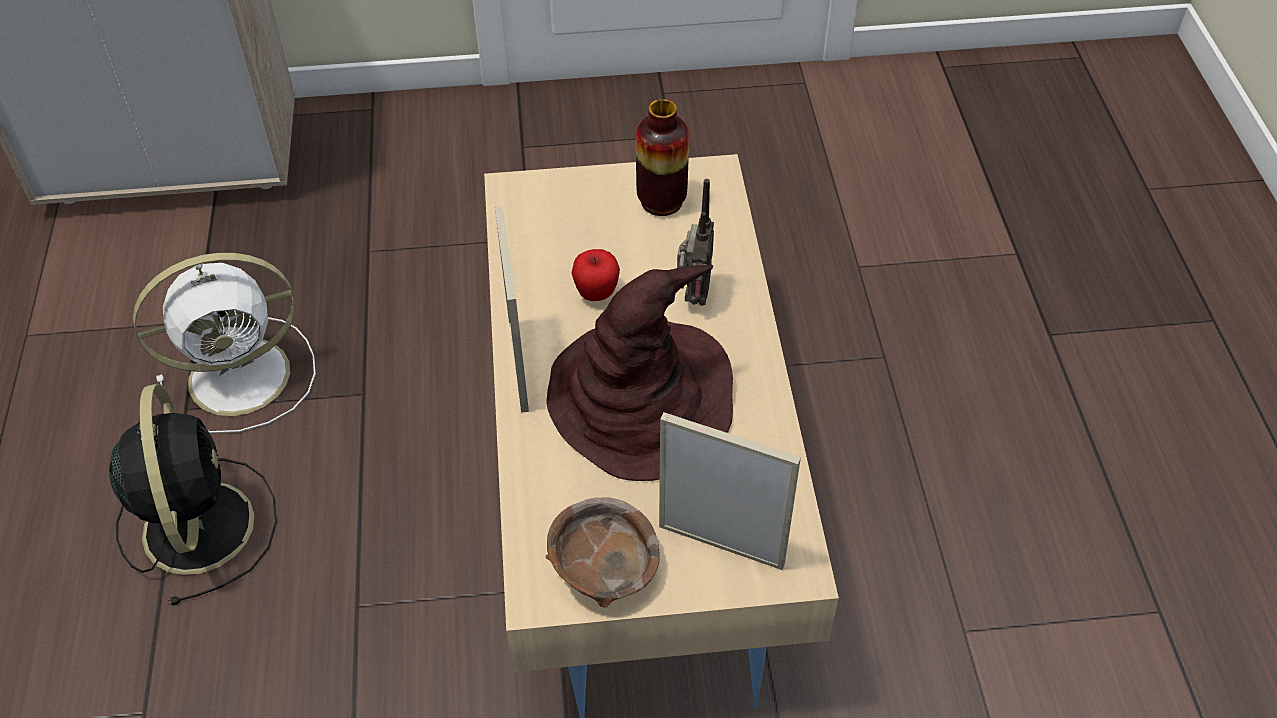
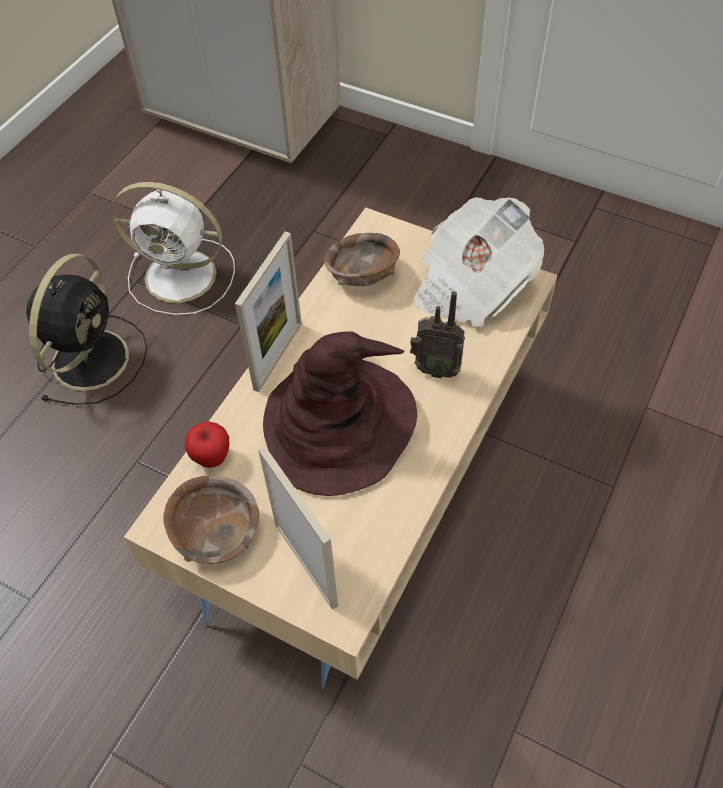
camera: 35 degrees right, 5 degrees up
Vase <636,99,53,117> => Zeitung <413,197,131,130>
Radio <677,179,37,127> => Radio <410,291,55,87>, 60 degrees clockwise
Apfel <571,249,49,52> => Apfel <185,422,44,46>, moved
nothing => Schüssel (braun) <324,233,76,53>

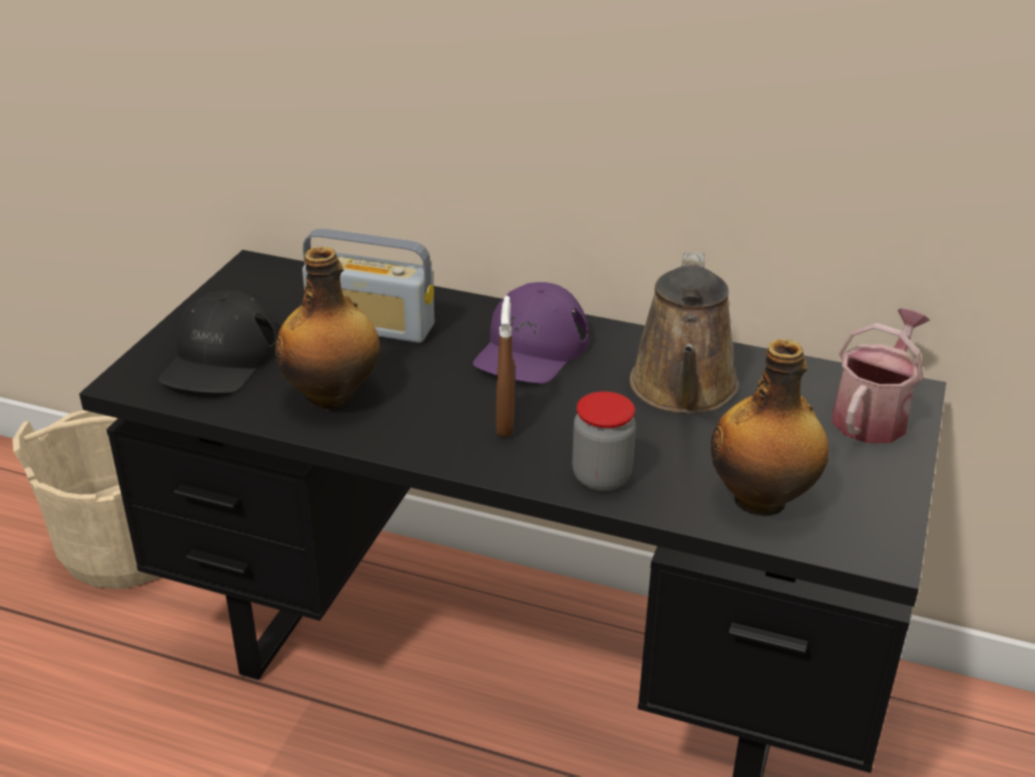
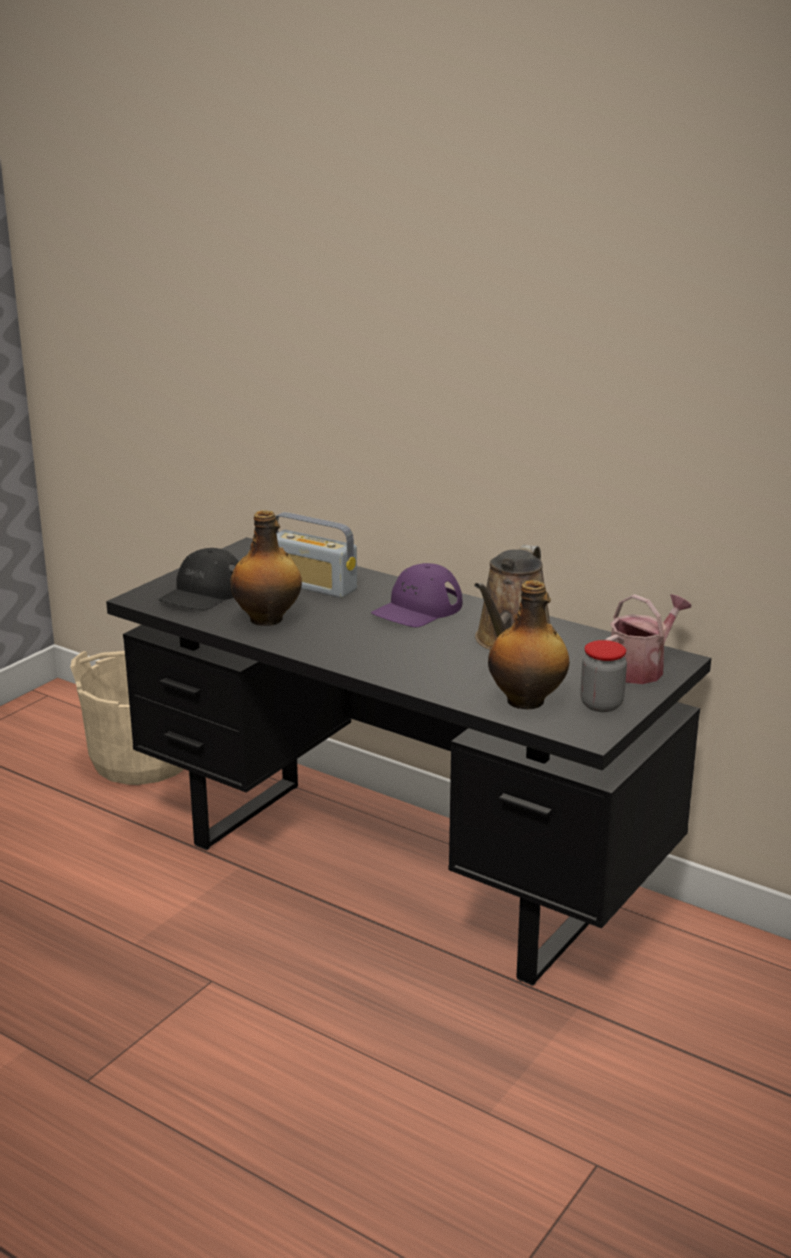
camera: 15 degrees right, 10 degrees down
Sprühflasche (braun) <496,296,19,141> => nothing
Vorratsglas <572,392,64,99> => Vorratsglas <580,640,47,72>, moved

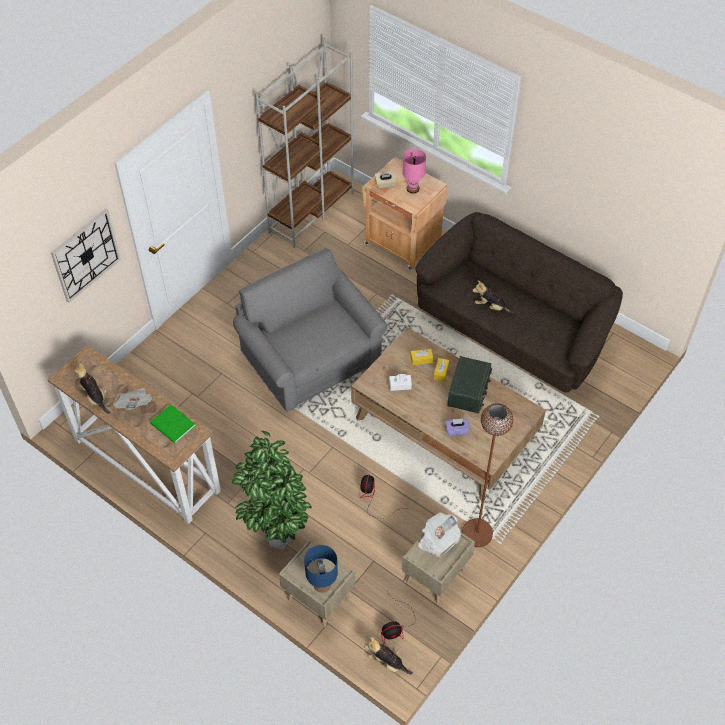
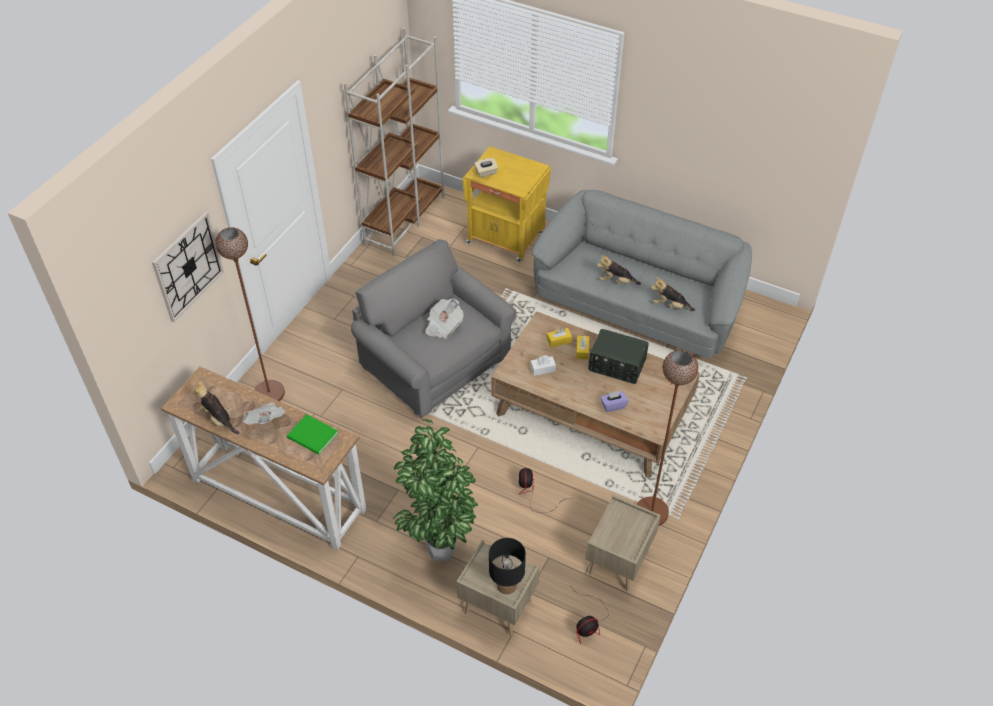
camera: 10 degrees left, 5 degrees down
Tischlampe (rosa) <402,149,24,44> => nothing
Rollwagen (braun) <362,157,86,114> => Rollwagen (gelb) <462,146,89,118>
Sofa (braun) <415,212,208,181> => Sofa (grau) <532,190,220,168>
Radio <447,356,45,58> => Radio <588,329,61,55>, 105 degrees clockwise
Zeitung <418,513,43,44> => Zeitung <425,299,39,40>, moved
Tischlampe (blau) <304,545,34,48> => Tischlampe (schwarz) <489,538,37,56>
Plüschtier <364,637,49,37> => Plüschtier <651,277,44,34>, moved
nothing => Stehlampe (braun) <215,227,70,174>

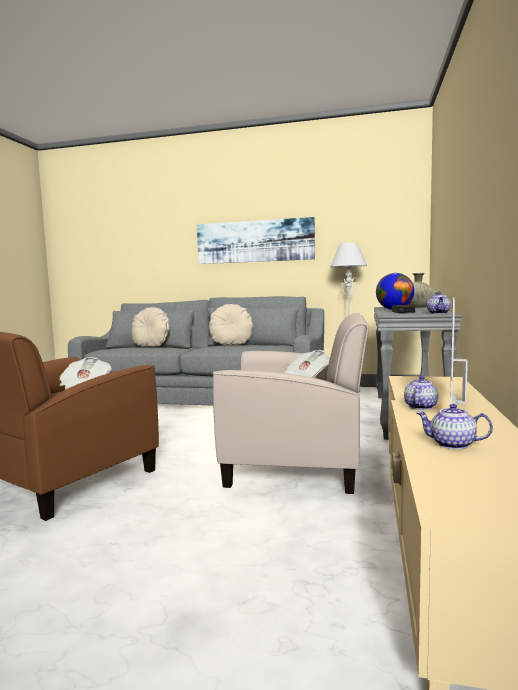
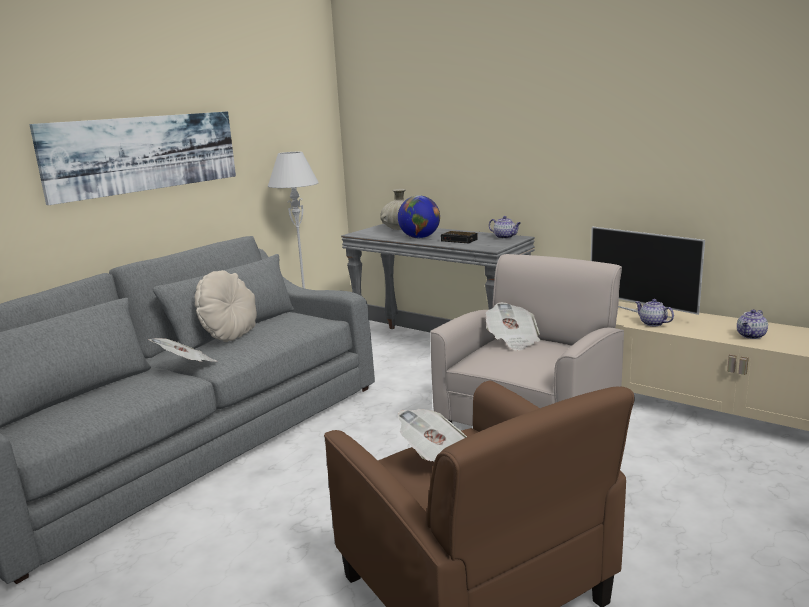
camera: 65 degrees left, 10 degrees up
Kissen (beige) <131,307,39,40> => nothing
nothing => Zeitung <148,338,69,24>

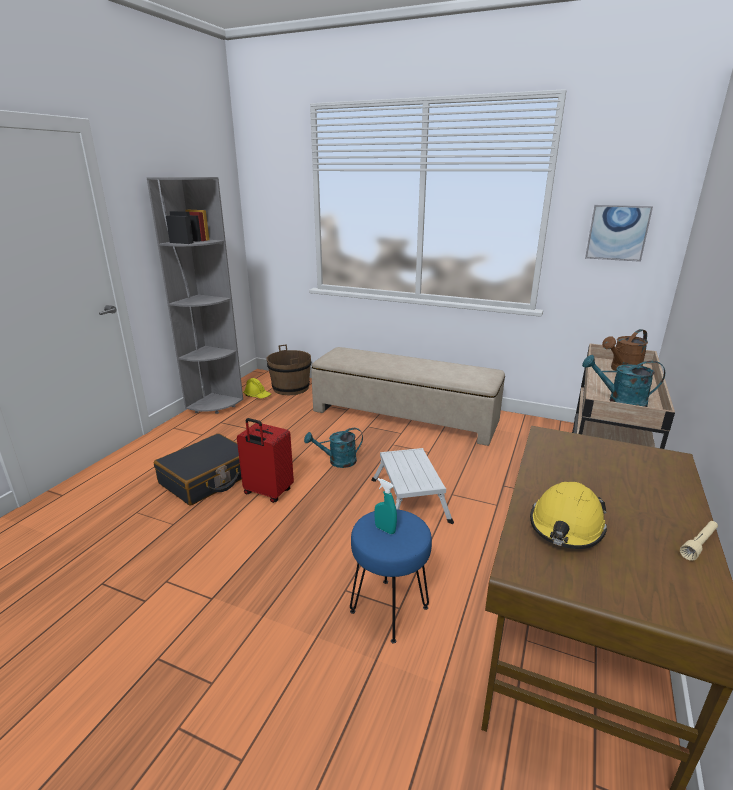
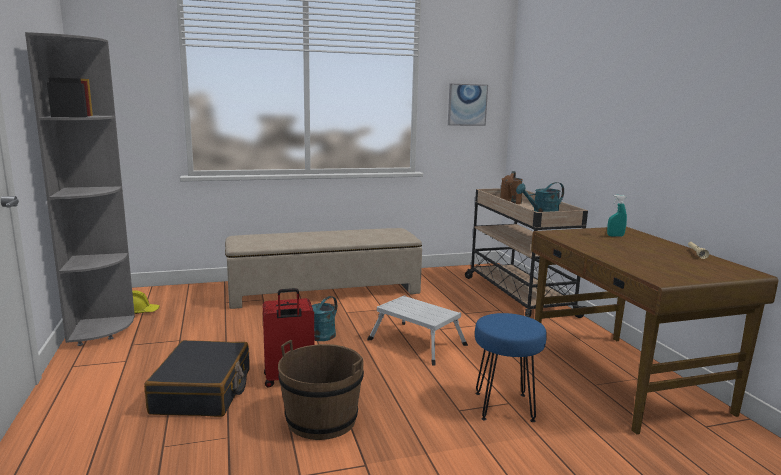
camera: 40 degrees left, 10 degrees down
Eimer (braun) <266,344,45,51> => Eimer (braun) <278,340,86,100>, moved
Sprühflasche (türkis) <374,478,23,56> => Sprühflasche (türkis) <607,195,20,42>, moved
Schutzhelm (gelb) <530,482,77,67> => nothing

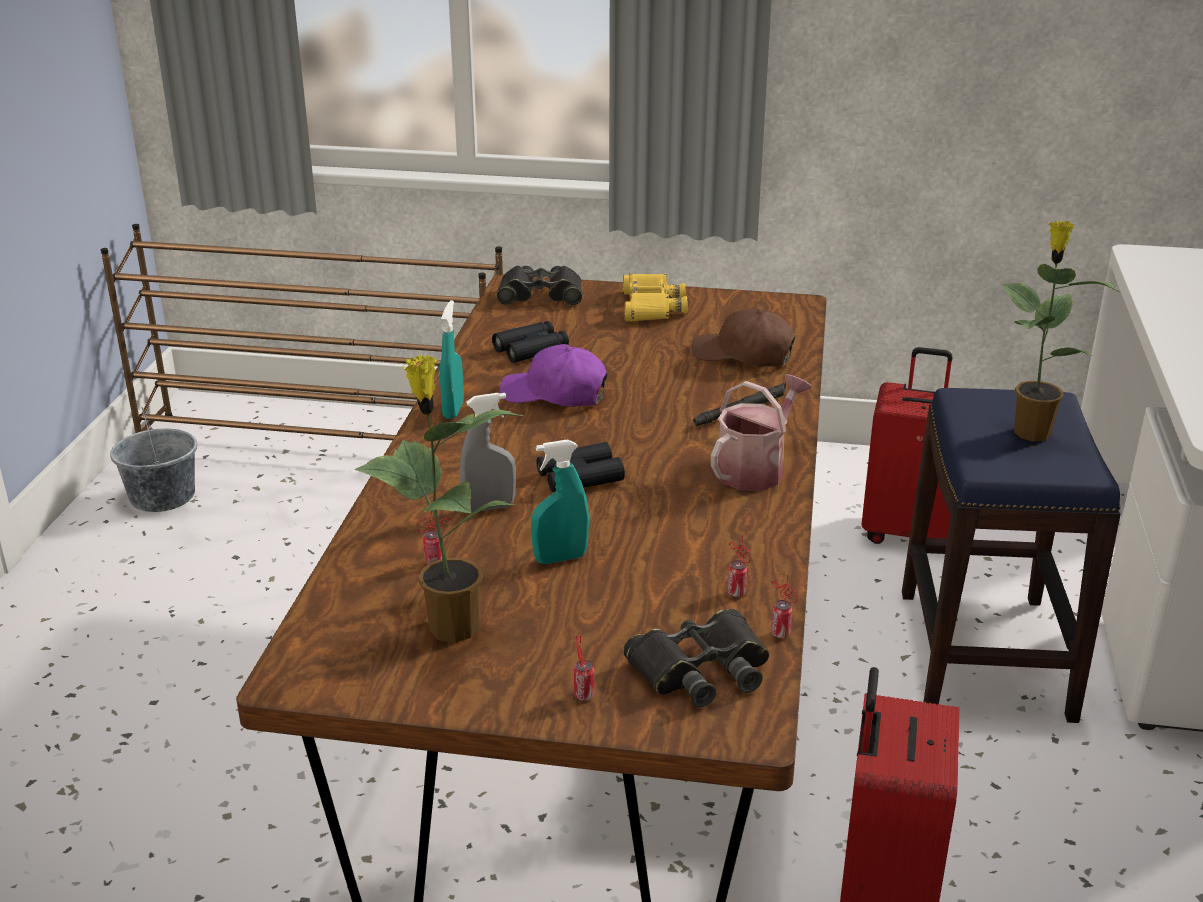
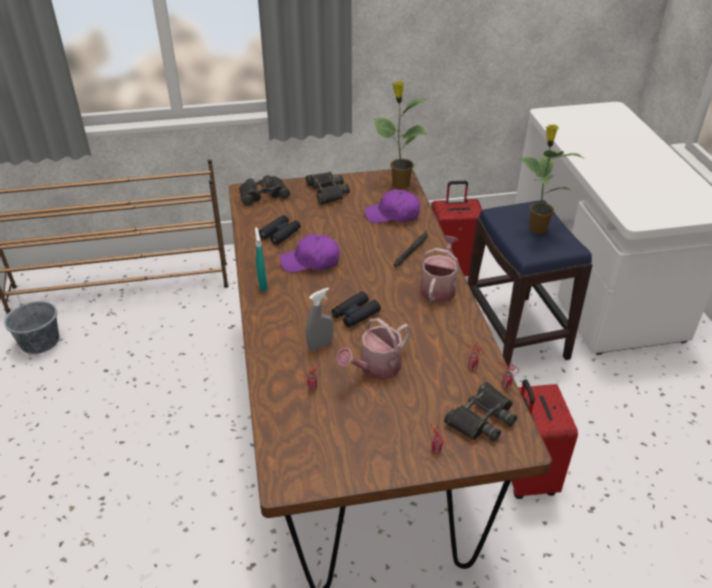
camera: 20 degrees left, 10 degrees up
Fernglas (gelb) <623,273,64,49> => Fernglas (schwarz) <306,172,44,33>
Kappe (braun) <692,308,103,59> => Kappe (lila) <365,189,55,34>
Topfpflanze <355,355,170,288> => Topfpflanze <373,81,55,108>, moved
Sprühflasche (türkis) <531,439,58,125> => Gießkanne <336,318,75,62>

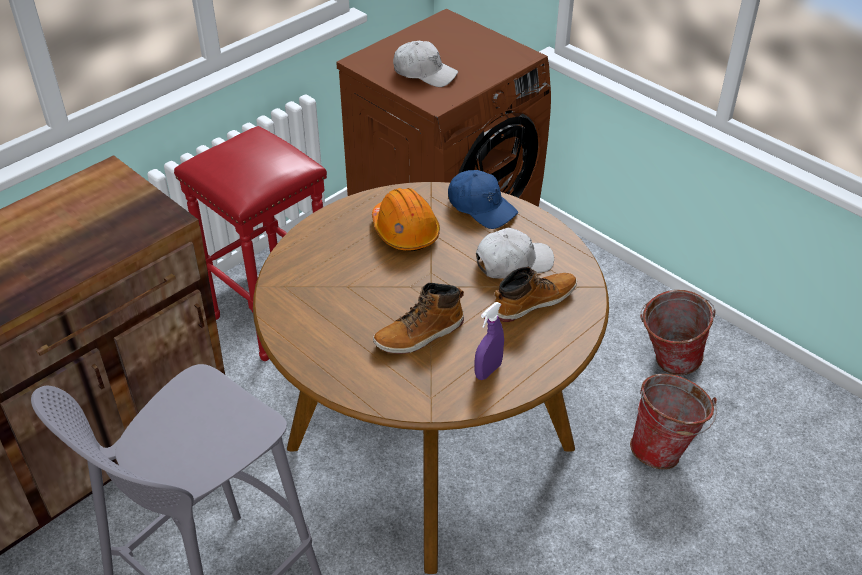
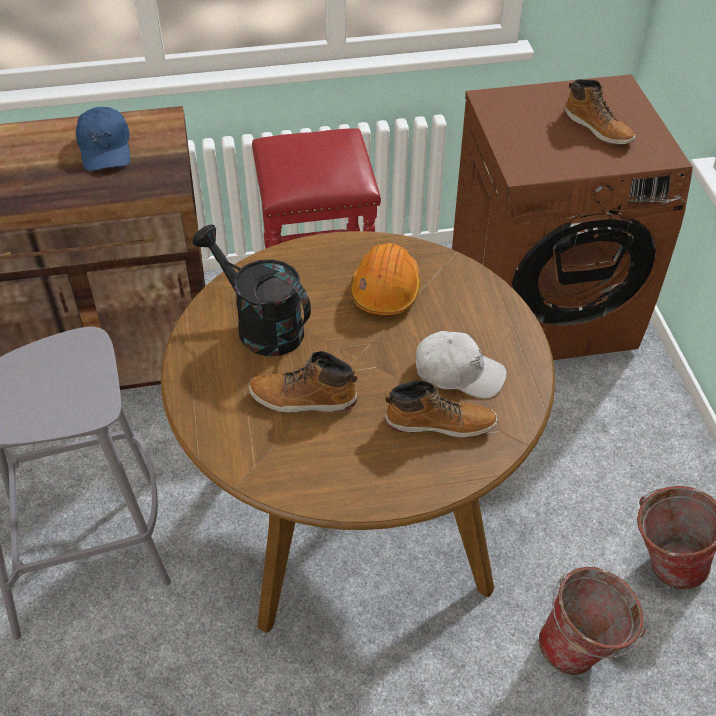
camera: 35 degrees right, 5 degrees up
Kappe (weiß) <393,41,65,46> => nothing
Kappe (blau) <448,170,70,59> => Kappe (blau) <76,107,54,64>, moved
Sprühflasche (lila) <474,302,30,78> => nothing
nothing => Stiefel <564,79,71,66>
nothing => Gießkanne (schwarz) <192,225,119,131>

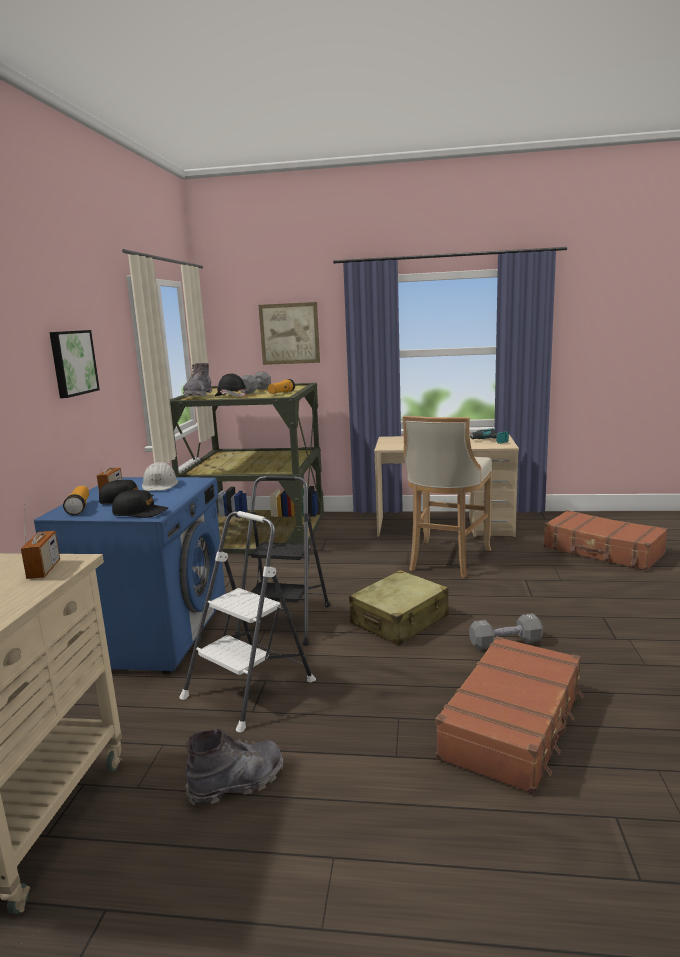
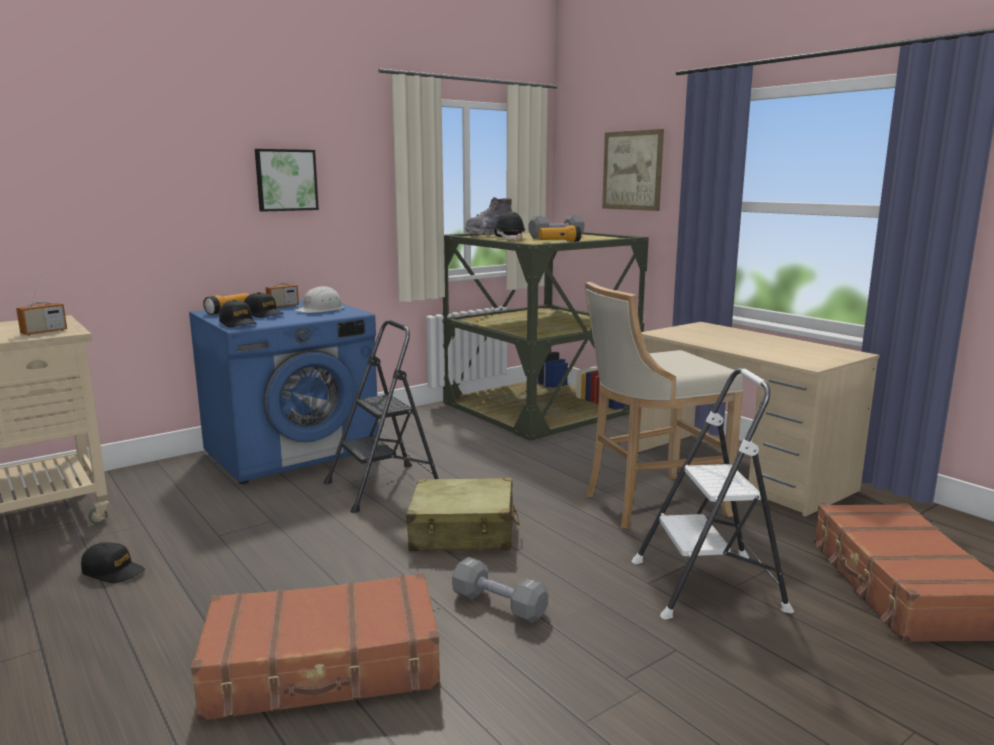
camera: 45 degrees right, 0 degrees up
Bohrmaschine <470,428,39,16> => nothing
Trittleiter (weiß) <179,511,137,221> => Trittleiter (weiß) <632,368,162,252>, moved
Stiefel (grau) <186,729,98,76> => Kappe (schwarz) <81,542,64,41>

